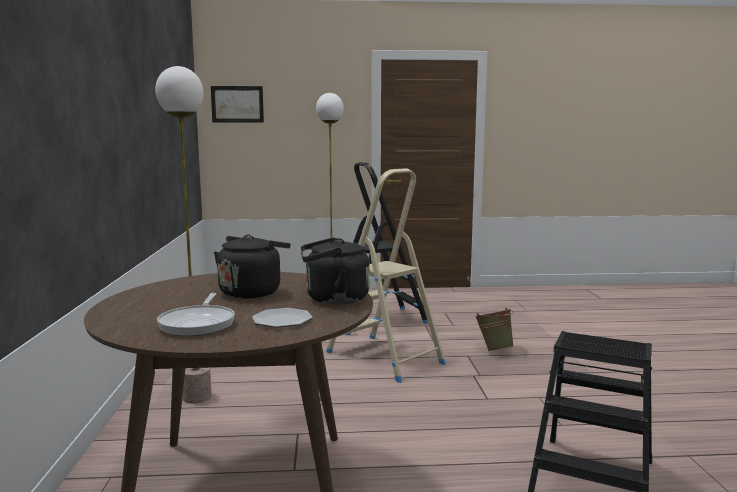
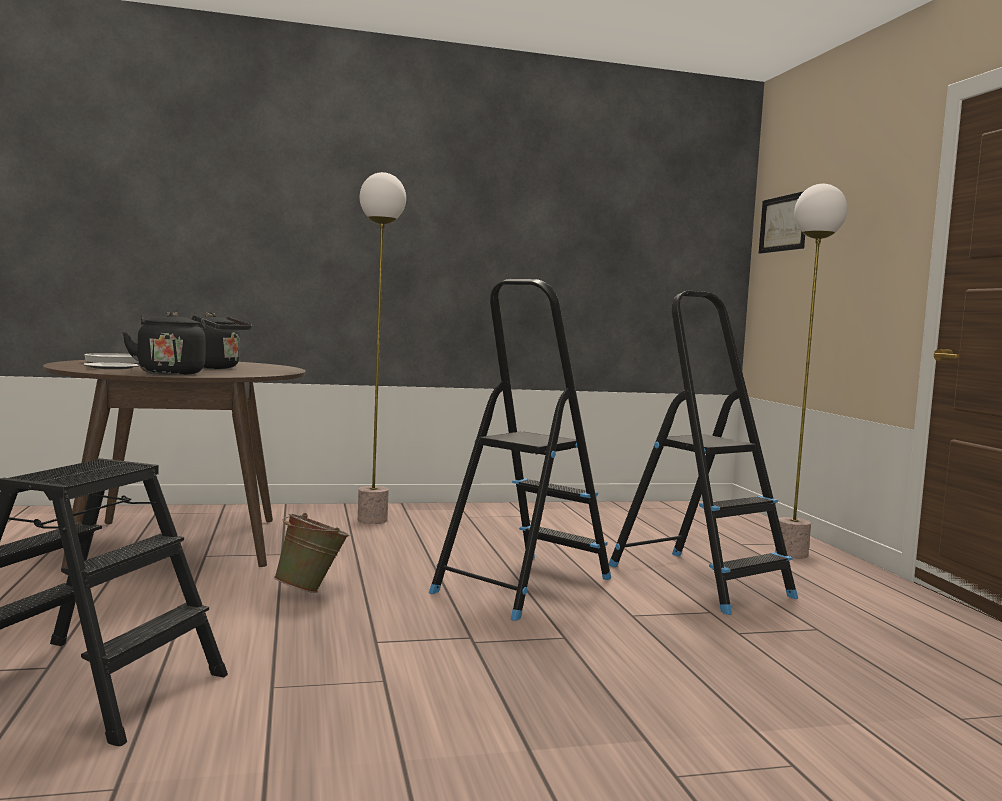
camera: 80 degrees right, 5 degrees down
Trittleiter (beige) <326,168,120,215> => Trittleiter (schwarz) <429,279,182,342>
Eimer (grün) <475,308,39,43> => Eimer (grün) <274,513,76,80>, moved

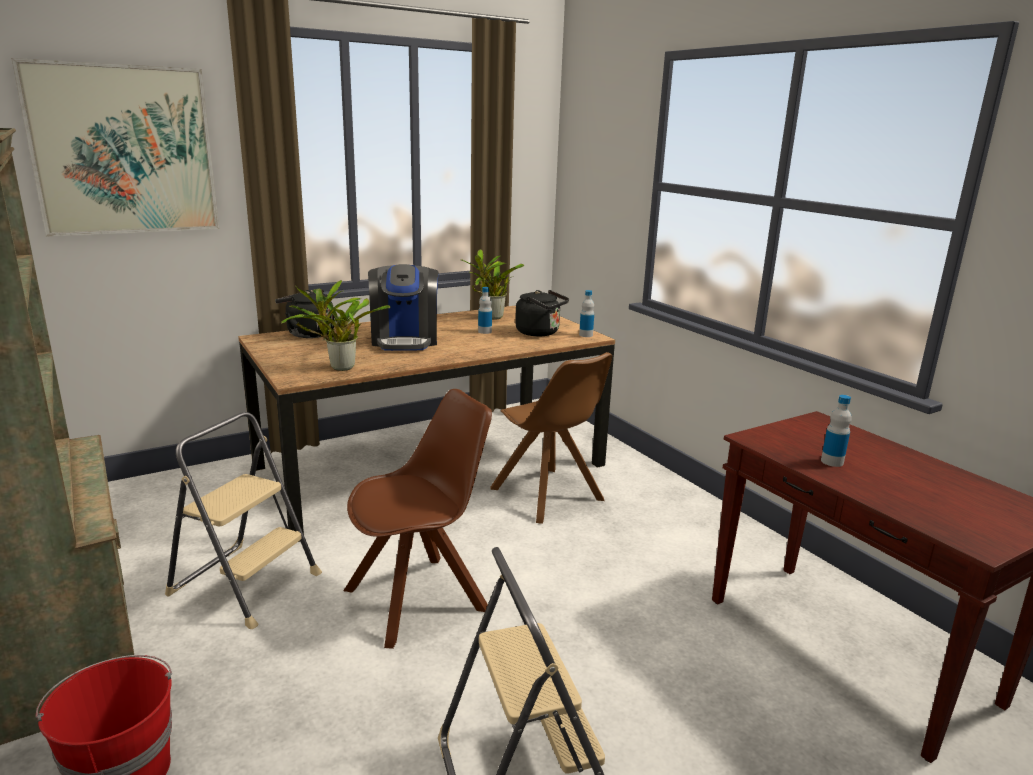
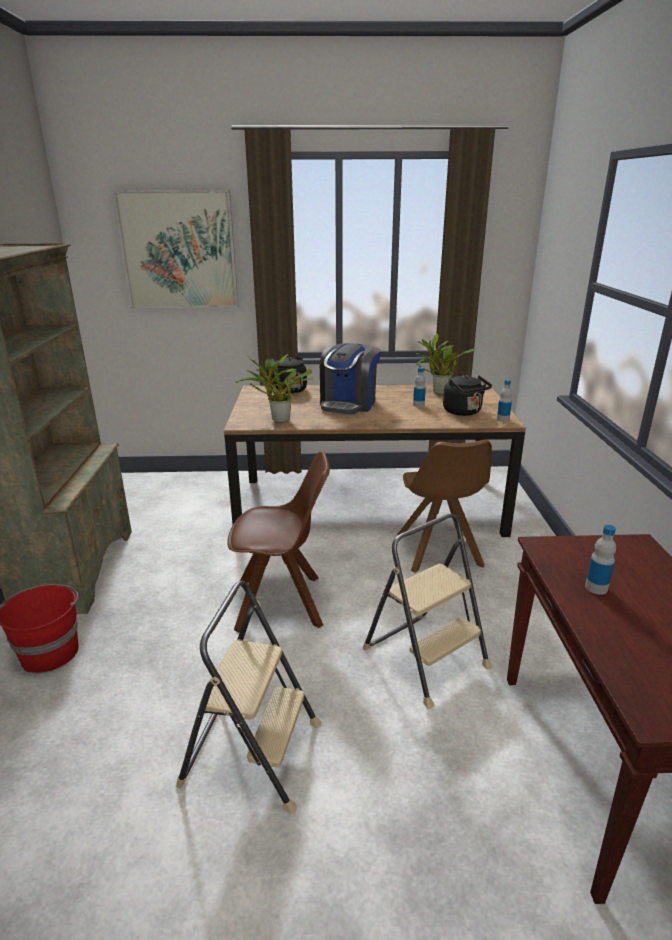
camera: 30 degrees right, 5 degrees up
Trittleiter (beige) <165,412,157,217> => Trittleiter (beige) <363,514,130,195>, moved

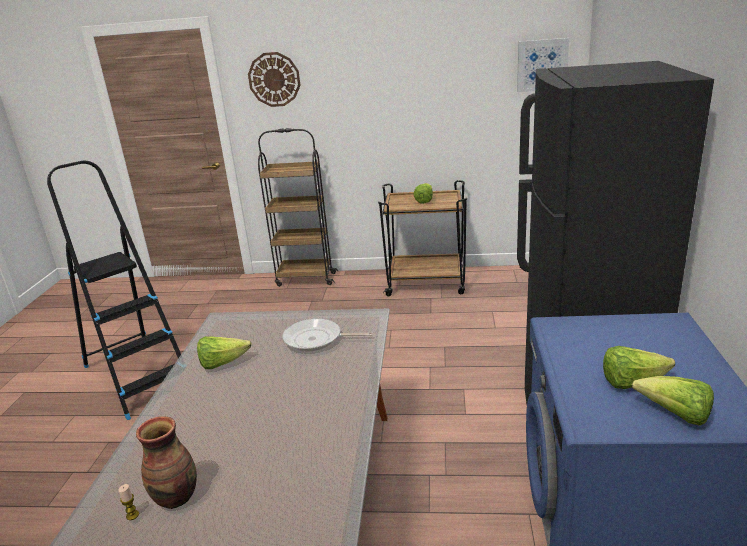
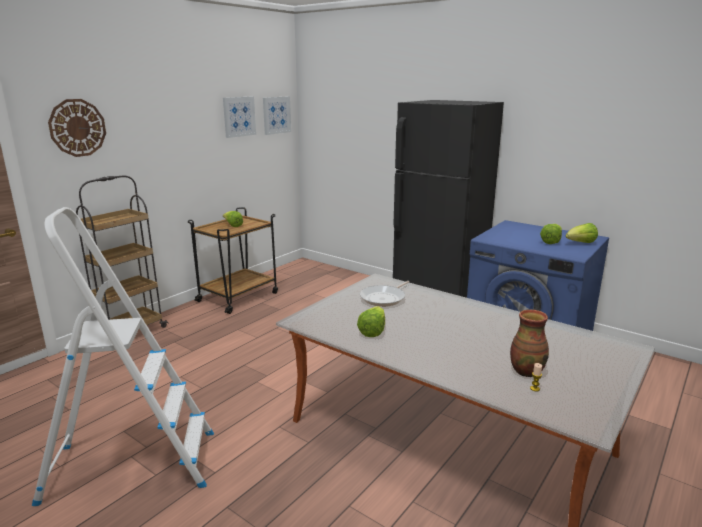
camera: 60 degrees left, 5 degrees down
Trittleiter (schwarz) <47,161,134,259> => Trittleiter (weiß) <32,207,182,299>
nothing => Bild <223,97,33,41>

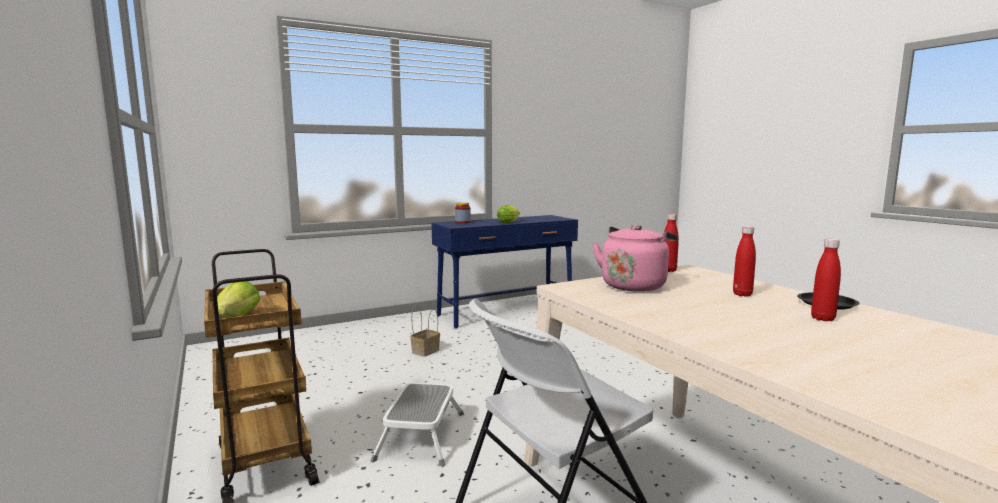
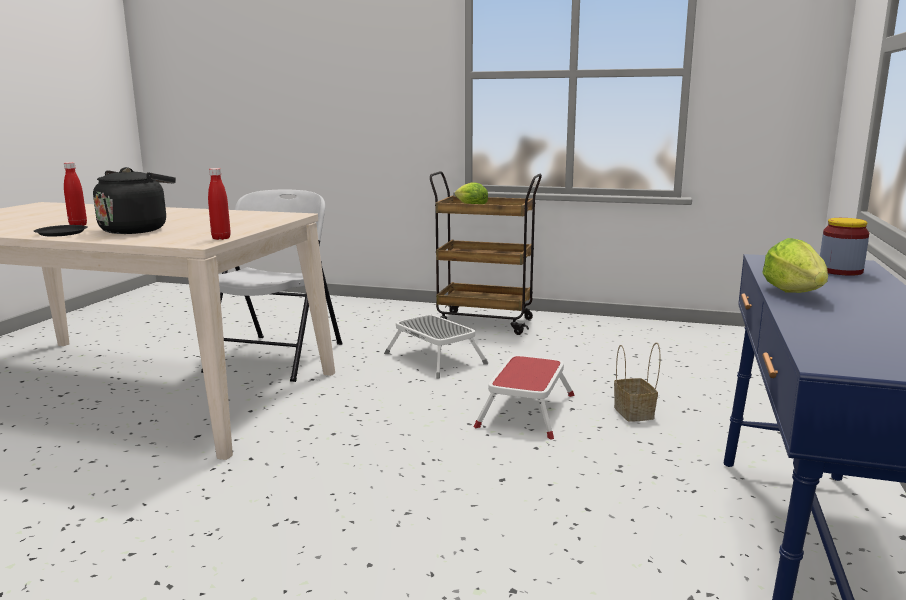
camera: 135 degrees right, 5 degrees up
Wasserkessel (rosa) <592,225,85,67> => nothing
Flasche (rot) <733,226,23,71> => Wasserkessel (schwarz) <93,167,83,67>
nothing => Trittleiter (rot) <474,355,101,85>

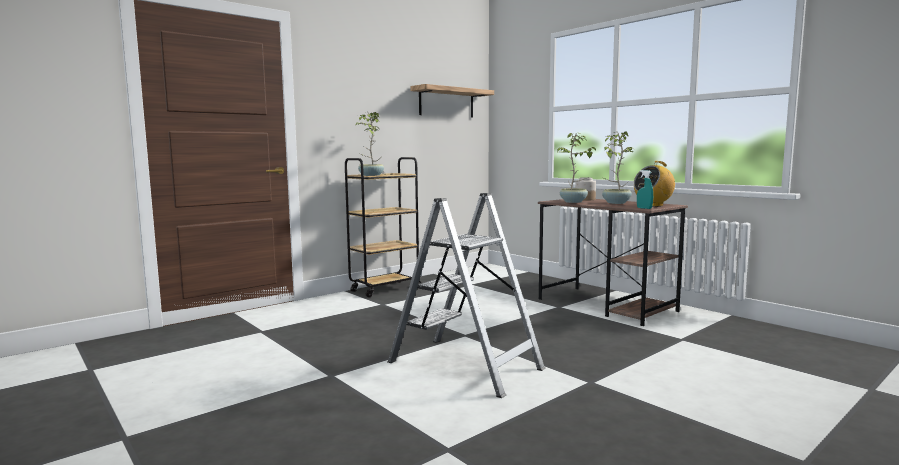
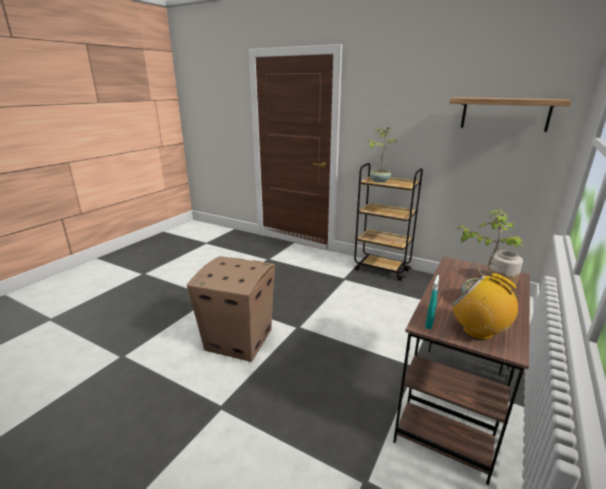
camera: 70 degrees right, 15 degrees up
Topfpflanze <557,133,39,70> => nothing
Trittleiter (grau) <387,193,159,205> => Karton <187,256,88,106>

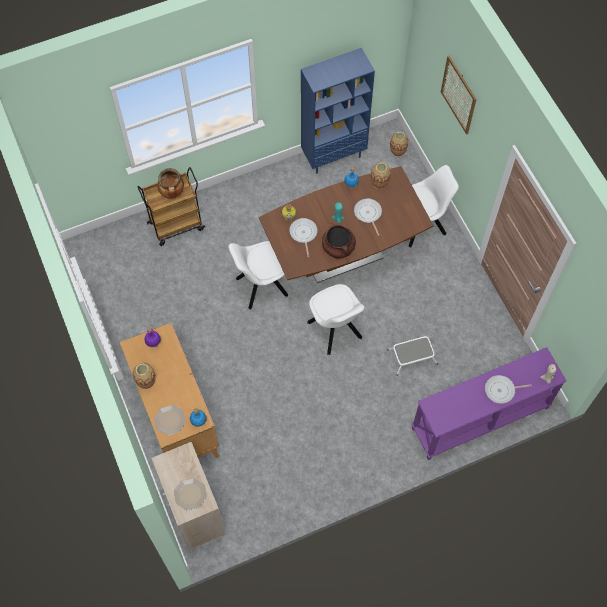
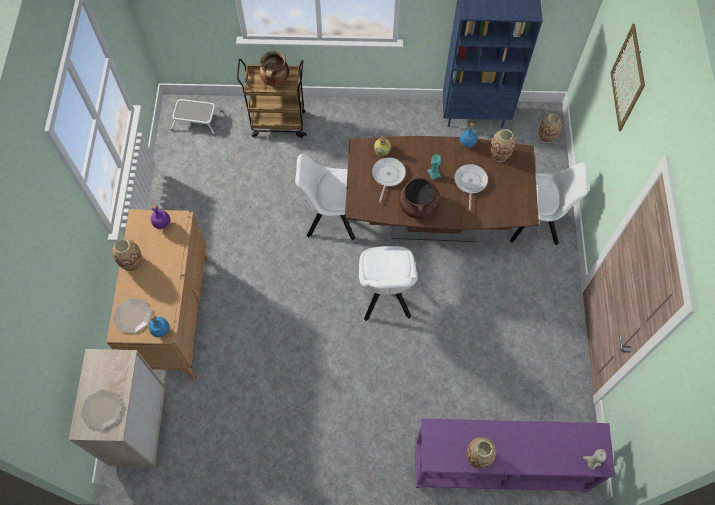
camera: 25 degrees right, 0 degrees up
Trittleiter (grau) <387,336,51,40> => Trittleiter (grau) <170,99,52,38>, moved
Pfanne <485,375,46,29> => nothing
nothing => Vase <466,437,30,32>

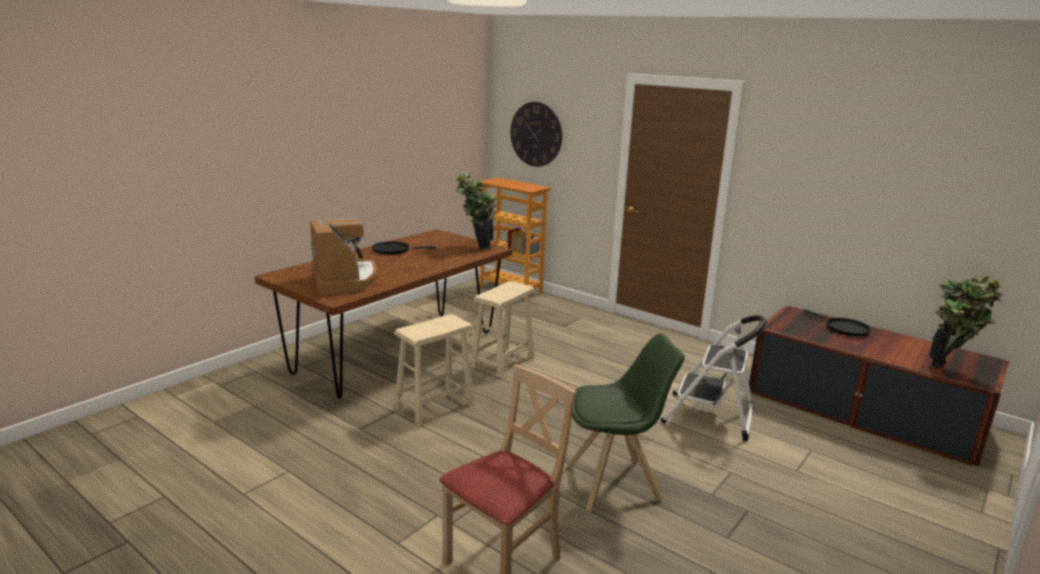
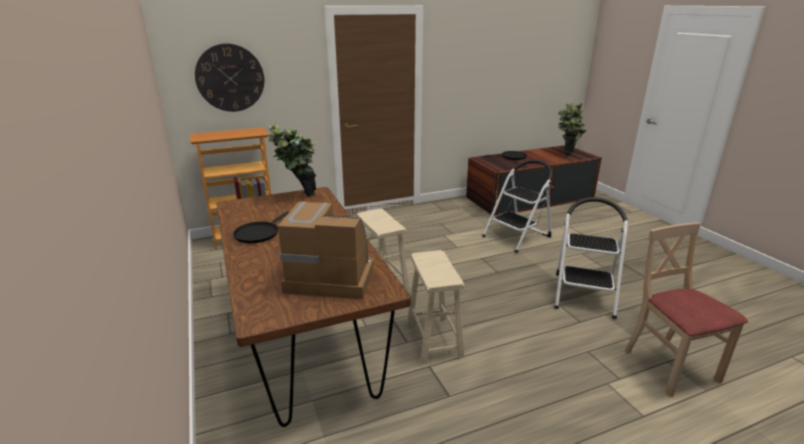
camera: 60 degrees left, 5 degrees up
Stuhl (grün) <566,334,119,178> => Trittleiter <554,197,74,122>

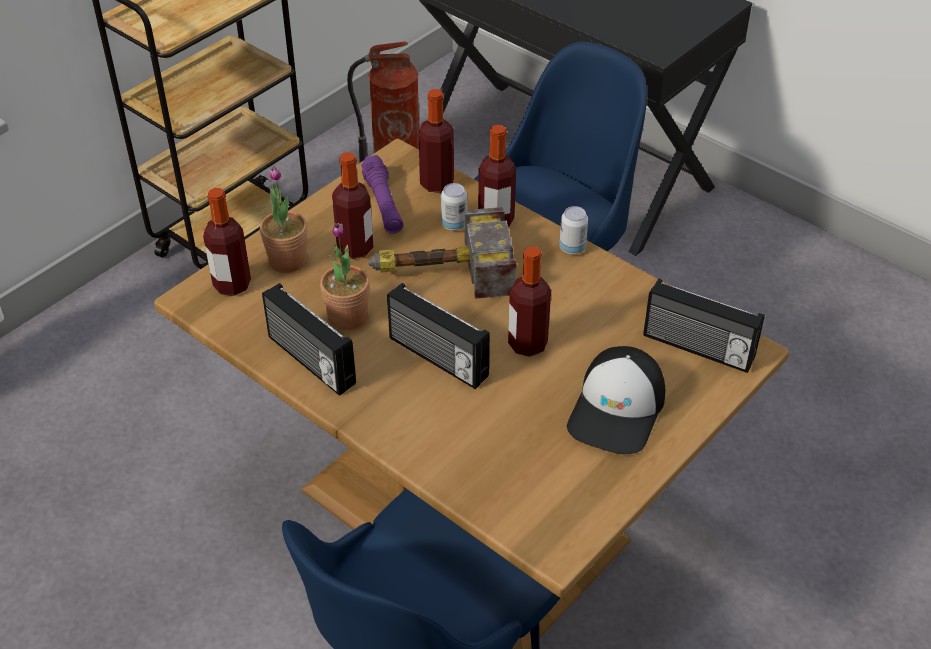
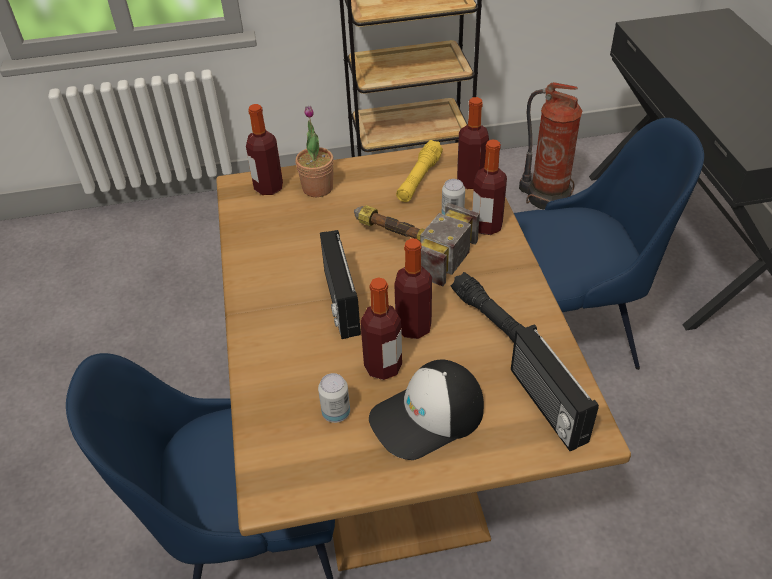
camera: 40 degrees right, 0 degrees up
Flasche <332,152,42,107> => Flasche <360,277,42,103>, moved
Taschenlampe (lila) <361,155,42,79> => Taschenlampe (gelb) <396,140,47,62>
Dose <559,206,29,49> => Dose <318,373,32,50>, moved
Topfpflanze <320,223,50,107> => nothing
Radio <262,283,94,113> => nothing
nothing => Taschenlampe (schwarz) <451,272,74,70>

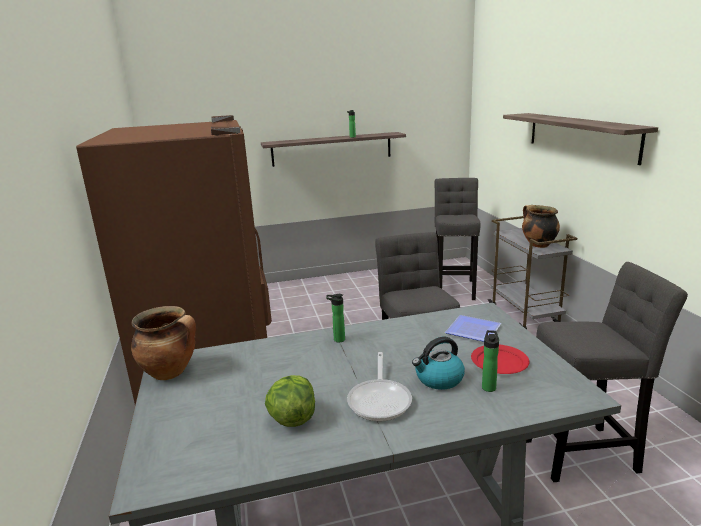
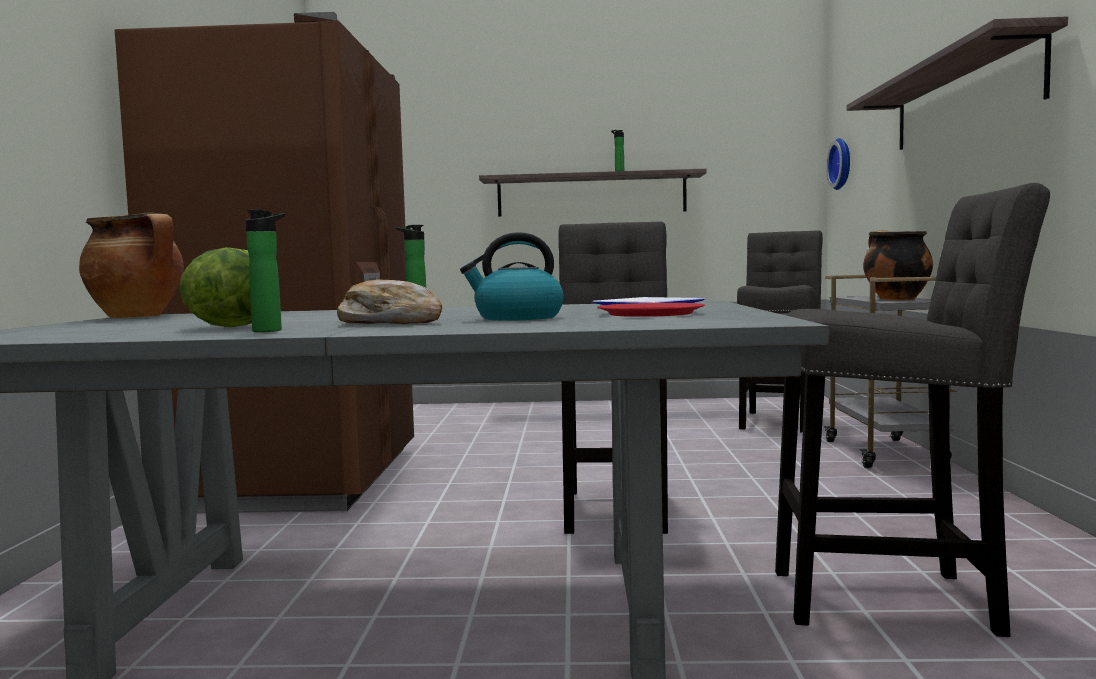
camera: 15 degrees right, 15 degrees down
Flasche <482,330,17,62> => Flasche <246,210,39,122>, moved
Pfanne <347,352,65,70> => Brot <337,279,105,45>
nothing => Wanduhr <826,138,24,52>

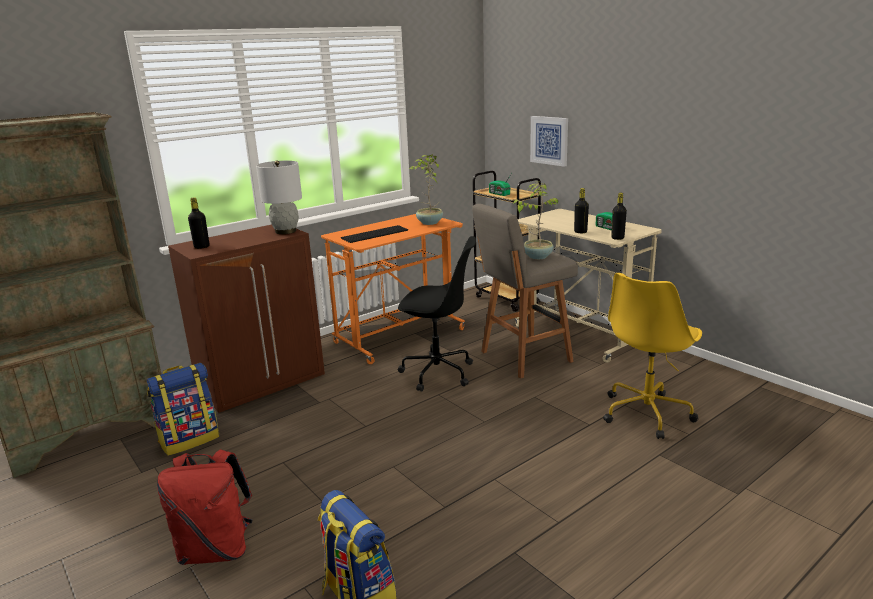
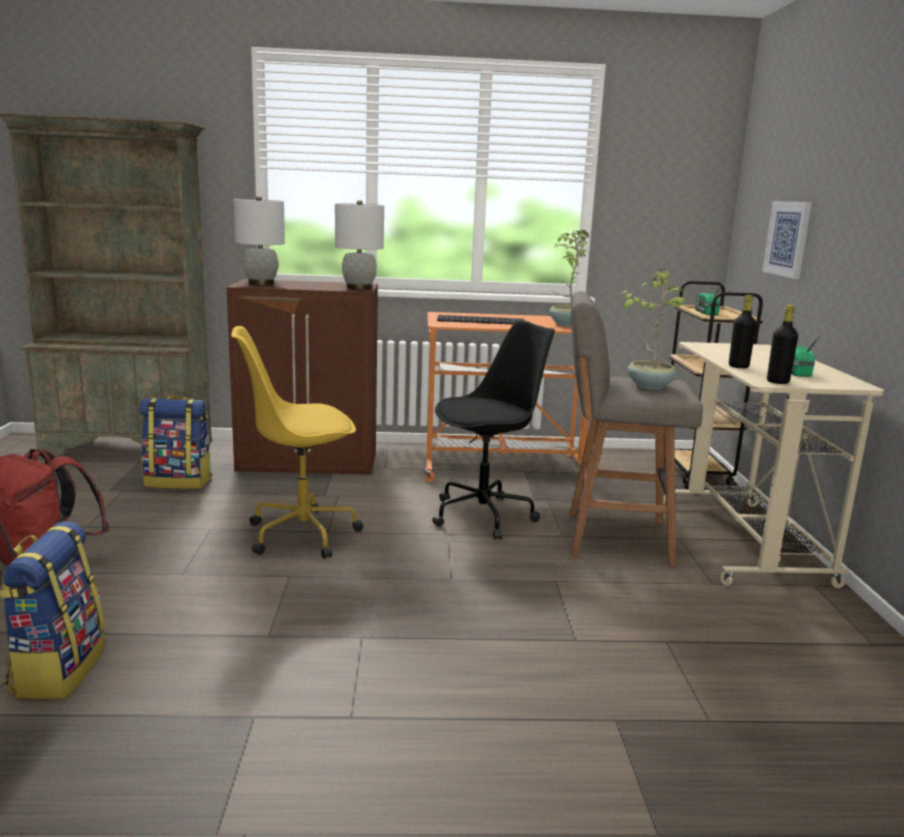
camera: 35 degrees right, 5 degrees down
Flasche (schwarz) <188,197,21,52> => Tischlampe (weiß) <234,196,51,89>
Bürostuhl (schwarz) <397,236,79,156> => Bürostuhl (schwarz) <432,321,123,219>, 75 degrees counterclockwise
Bürostuhl (gelb) <603,272,99,167> => Bürostuhl (gelb) <231,326,133,233>, moved

